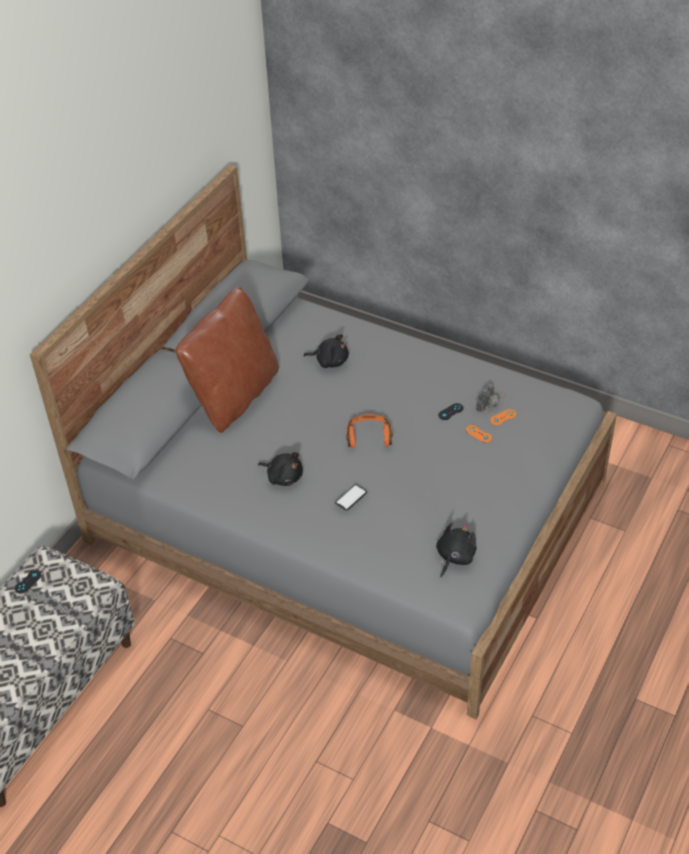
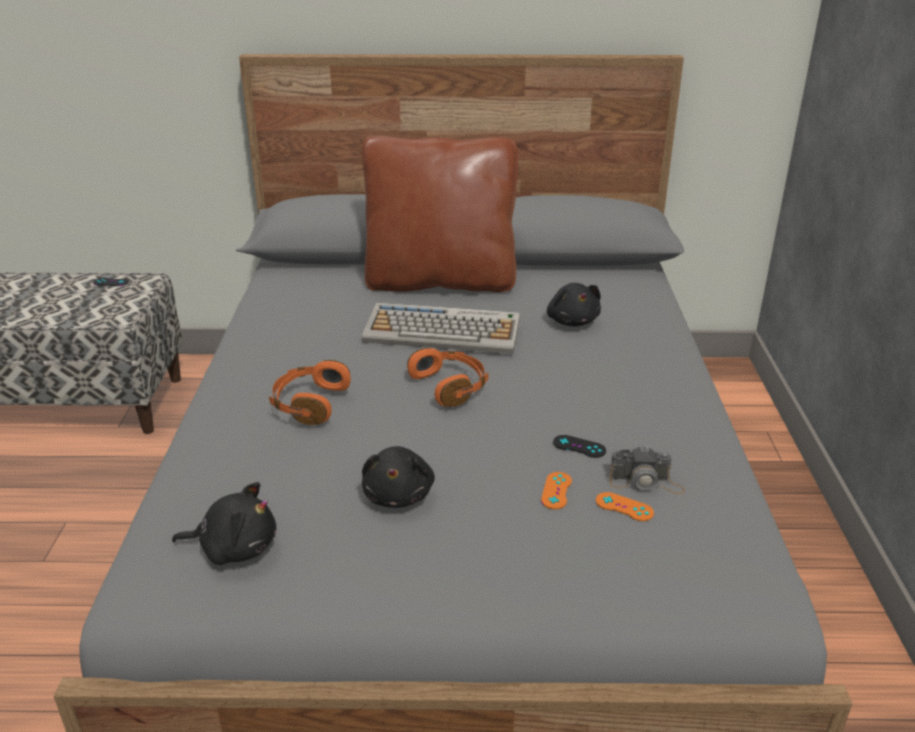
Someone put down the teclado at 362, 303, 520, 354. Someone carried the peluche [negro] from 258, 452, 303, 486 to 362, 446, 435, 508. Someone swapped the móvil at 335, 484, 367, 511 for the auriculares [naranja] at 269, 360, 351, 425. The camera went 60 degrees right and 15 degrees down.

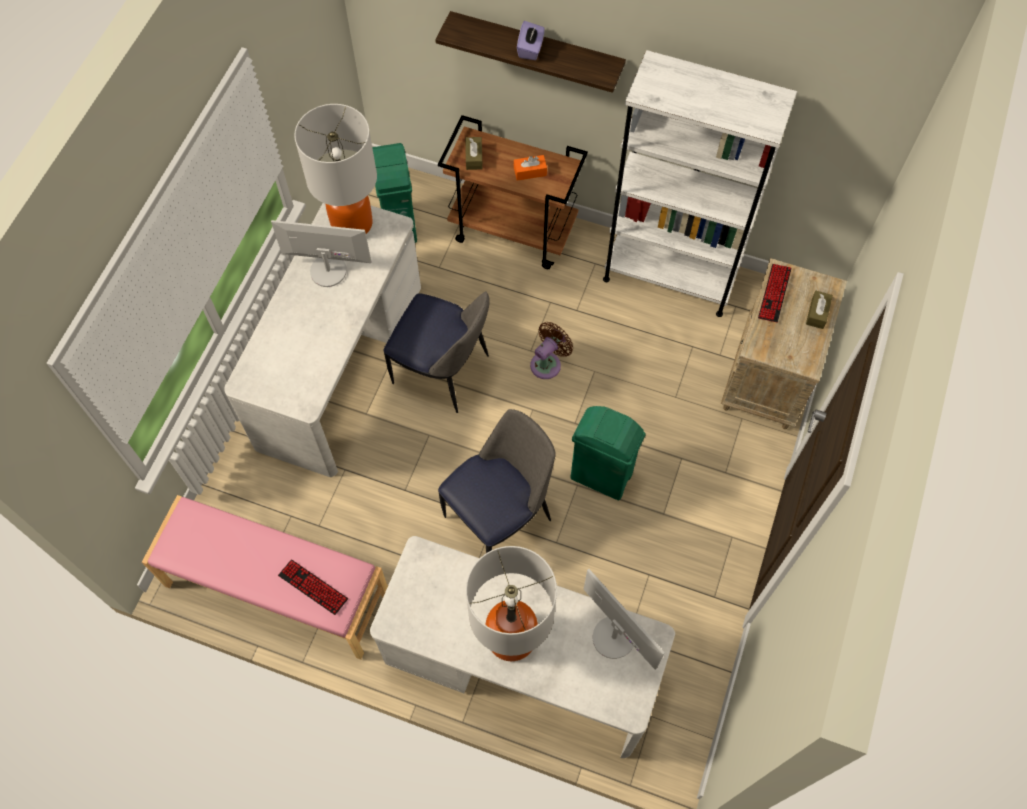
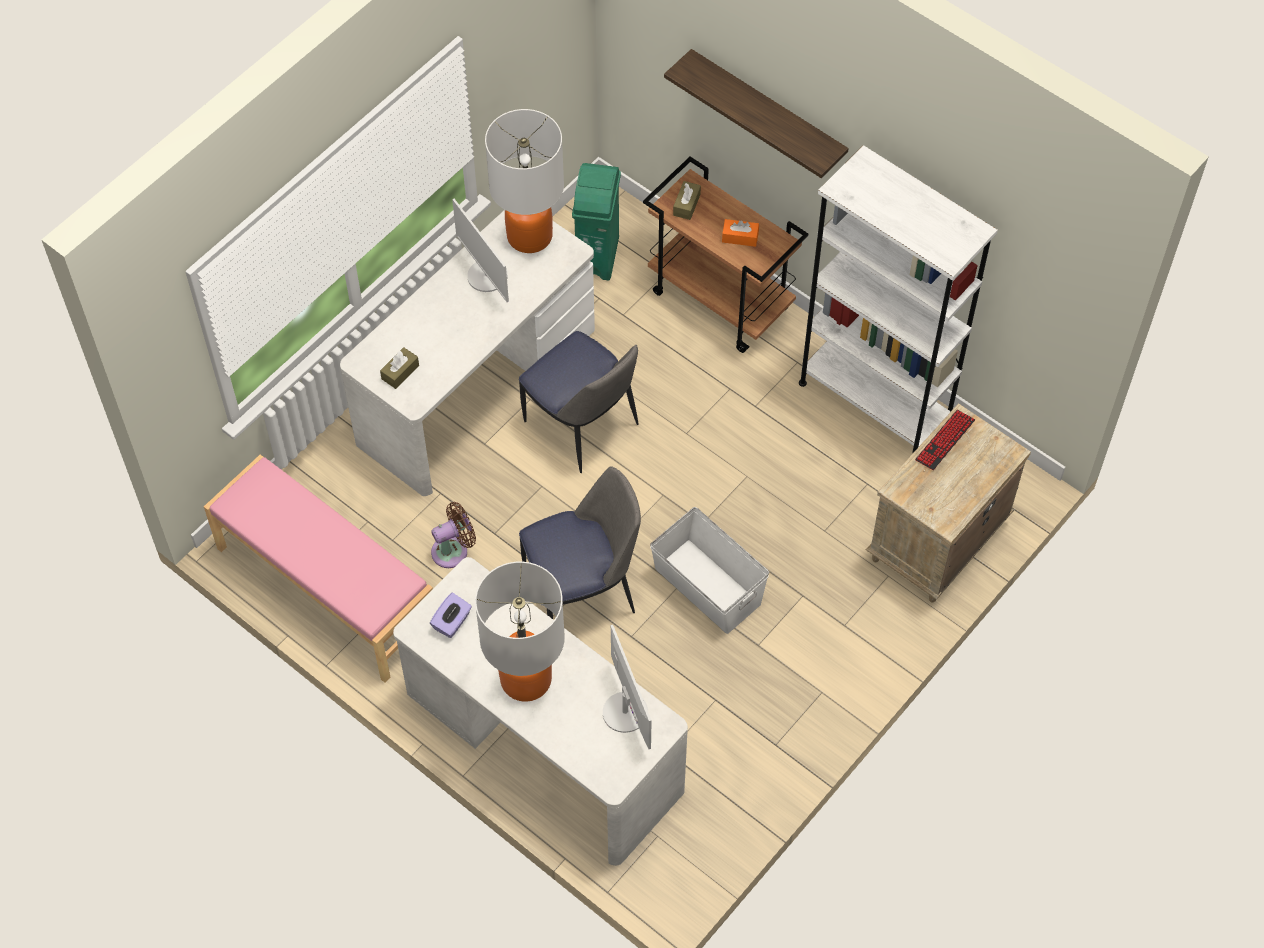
Someone took away the teclado at 278, 560, 348, 615. Someone carried the caja de pañuelos [morado] from 517, 21, 545, 60 to 430, 592, 472, 638. Someone carried the ventilador [marrón] from 530, 322, 573, 379 to 431, 502, 476, 568. Someone carried the caja de pañuelos [marrón] from 806, 291, 833, 329 to 380, 347, 419, 389. Someone swapped the papelera [verde] at 571, 406, 646, 500 for the caja de almacenaje [blanco] at 650, 507, 769, 634. Someone rotated the monitor at 271, 220, 371, 287 by 150 degrees counterclockwise. The camera went 20 degrees right and 5 degrees down.

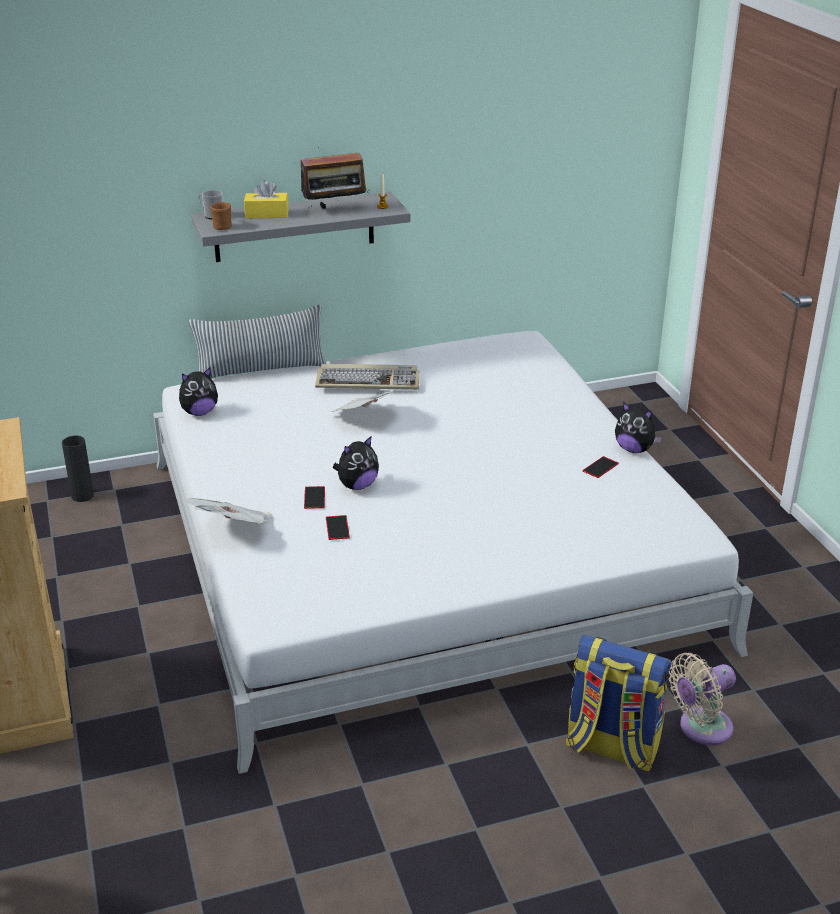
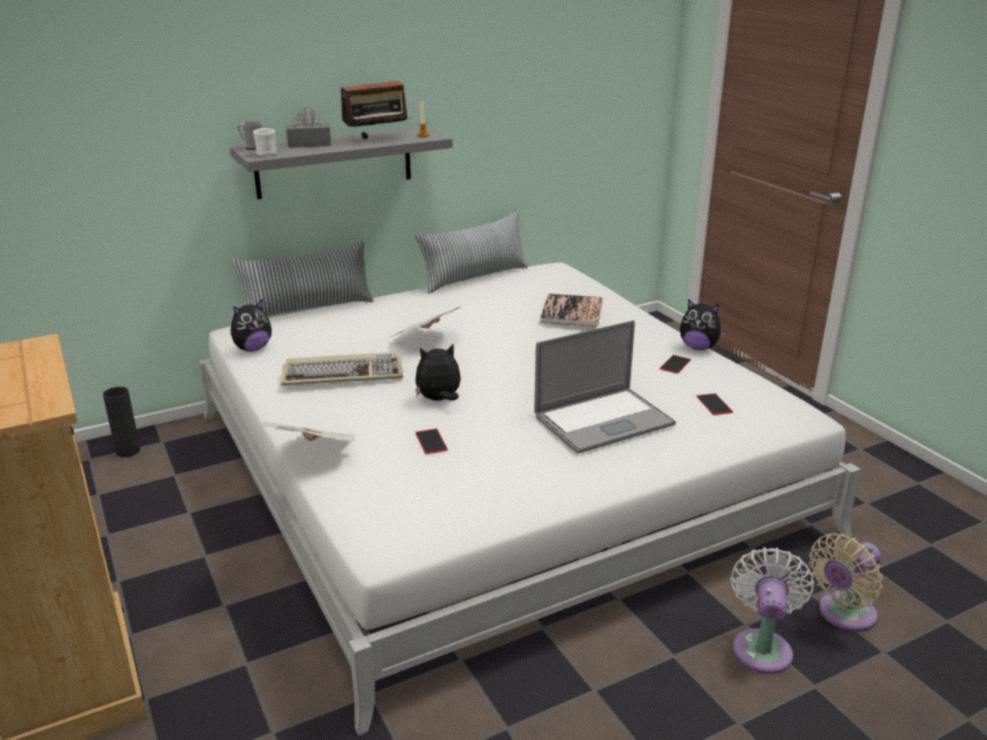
Someone put down the cojín at 416, 212, 528, 293. Someone put down the portátil at 534, 320, 676, 454. Someone put down the libro at 540, 294, 603, 327. Someone carried the móvil from 304, 486, 325, 509 to 697, 393, 733, 415. Someone carried the teclado from 315, 364, 420, 390 to 281, 352, 403, 386. Someone swapped the mochila at 566, 635, 672, 772 for the ventilador [blanco] at 730, 547, 814, 674. Someone repainted the taza grande [marrón] at 210, 202, 232, 230, which became the taza grande [blanco] at 253, 128, 276, 156. Someone repainted the caja de pañuelos [amarillo] at 244, 180, 289, 218, which became the caja de pañuelos [gris] at 286, 108, 331, 148. Someone rotated the peluche at 333, 435, 379, 490 by 150 degrees counterclockwise. The camera went 10 degrees left and 5 degrees down.

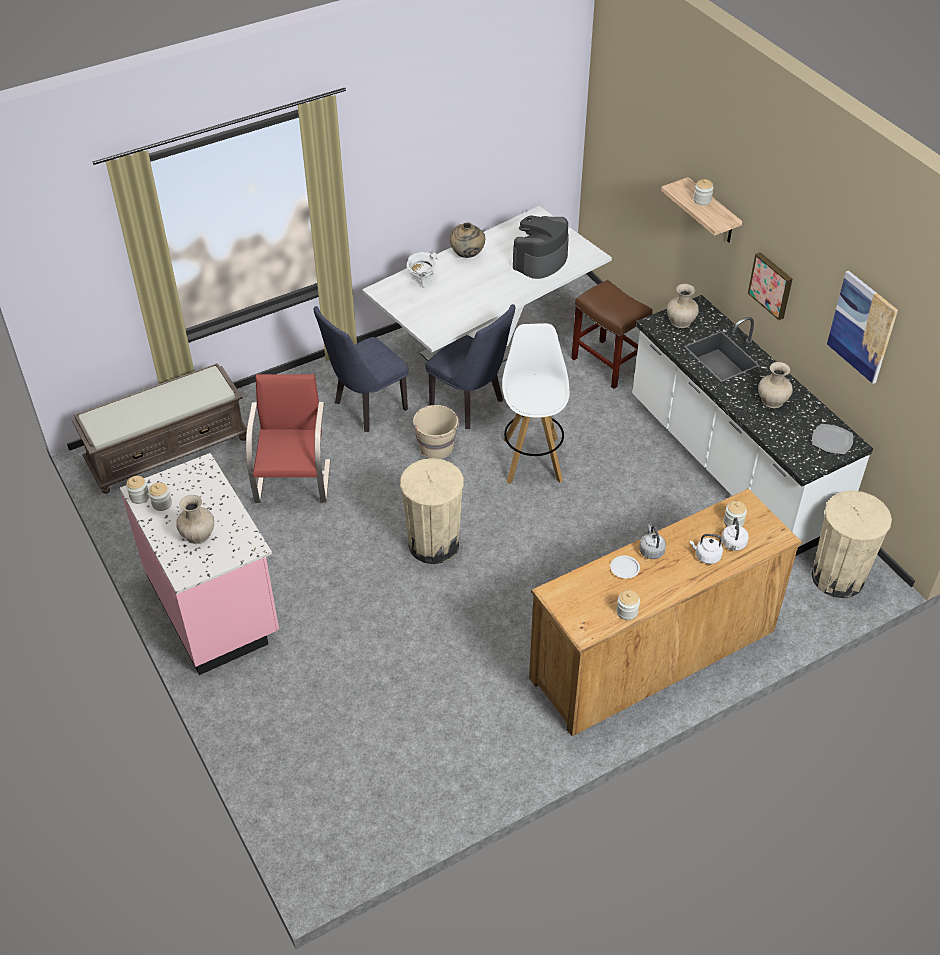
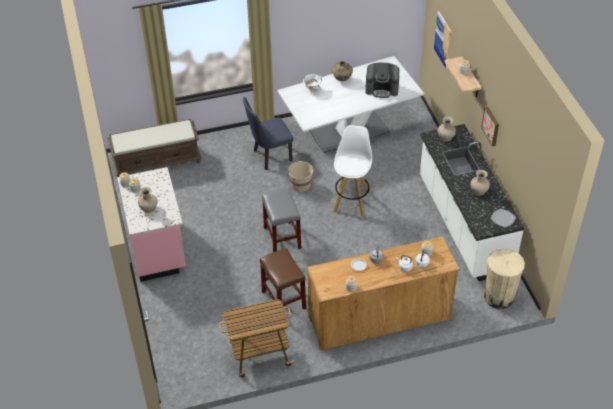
Someone took away the silla [rojo] at 246, 374, 331, 503. Someone took away the silla [azul] at 425, 304, 515, 429. Someone put down the carrito at 219, 299, 294, 378. Someone carried the taburete [marrón] from 571, 280, 653, 389 to 260, 248, 306, 310. Someone carried the cuadro from 827, 271, 898, 384 to 434, 11, 452, 69. Someone swapped the papelera [beis] at 400, 458, 464, 564 for the taburete [gris] at 262, 188, 301, 252. Someone rotated the cafetera at 513, 215, 569, 279 by 135 degrees counterclockwise. The camera went 15 degrees right and 0 degrees up.

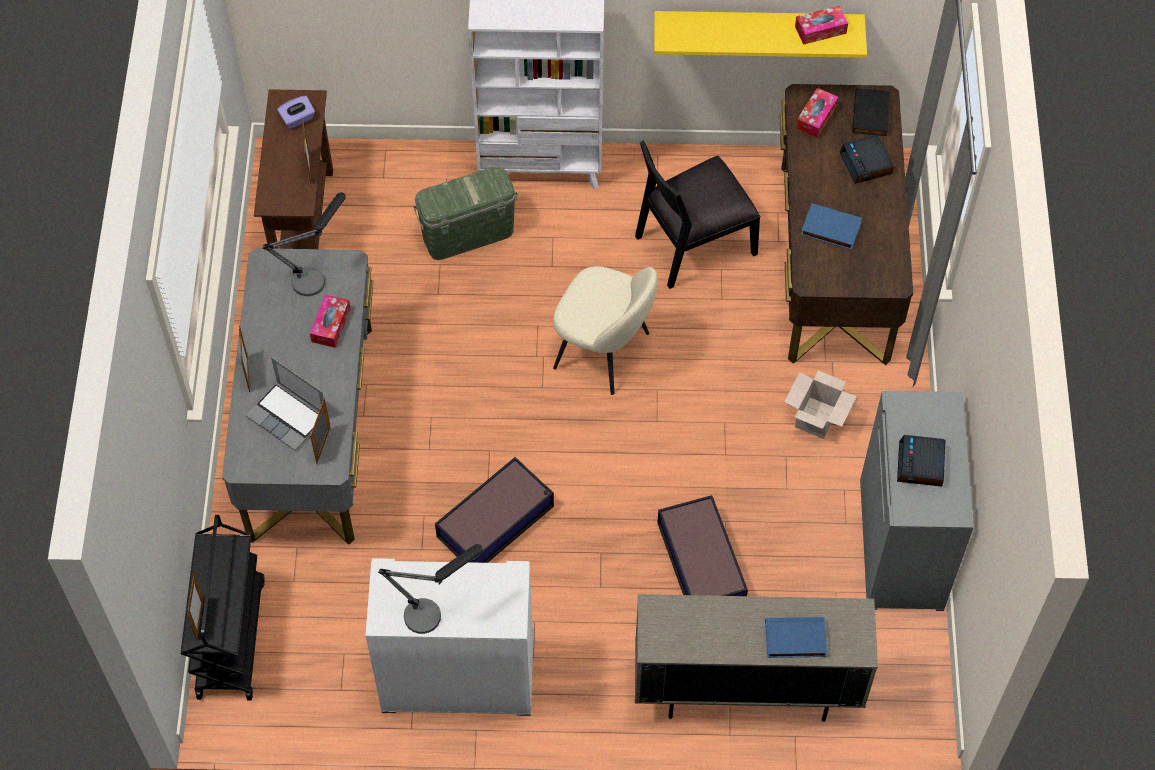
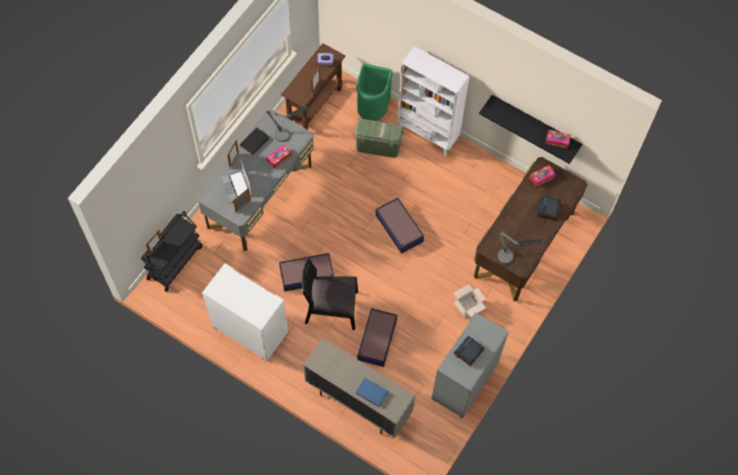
Someone took away the libro [azul] at 801, 203, 862, 250. Someone put down the papelera [verde] at 356, 64, 393, 121. Someone carried the lámpara de mesa from 378, 544, 483, 634 to 497, 229, 542, 264. Someone carried the silla [negro] from 635, 140, 760, 289 to 302, 257, 358, 330. Someone carried the libro [negro] from 852, 88, 890, 136 to 240, 128, 269, 155. Someone swapped the silla [beis] at 553, 266, 658, 395 for the caja de almacenaje at 376, 198, 424, 254. Someone repainted the estante [amarillo] at 654, 11, 867, 58, which became the estante [negro] at 479, 95, 582, 164. The camera went 30 degrees right and 5 degrees up.

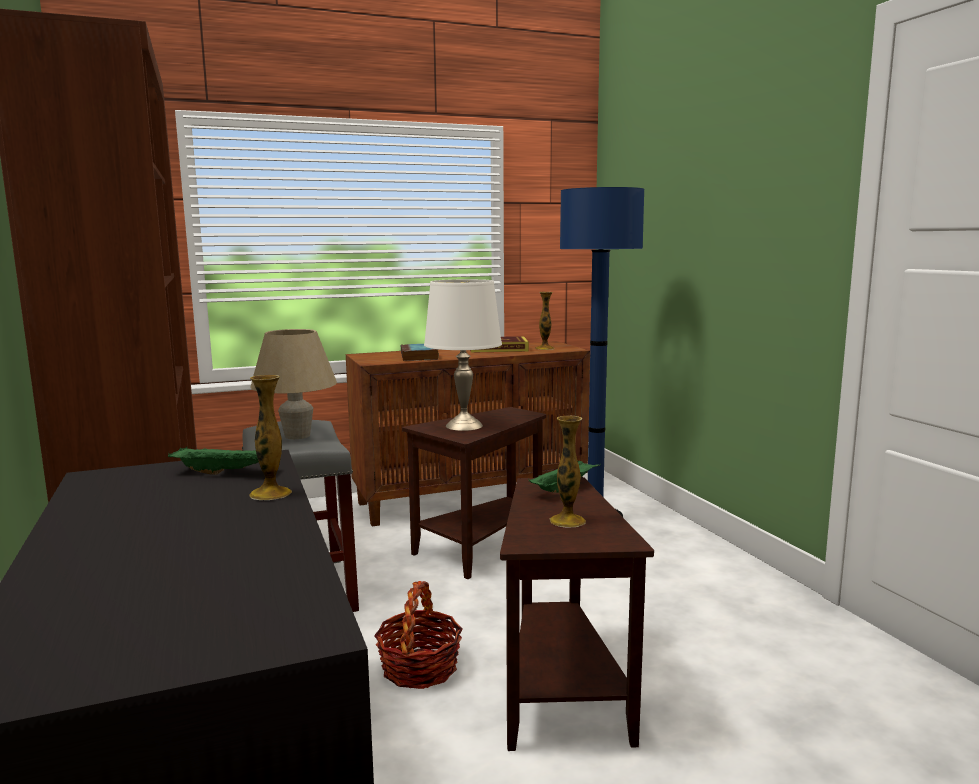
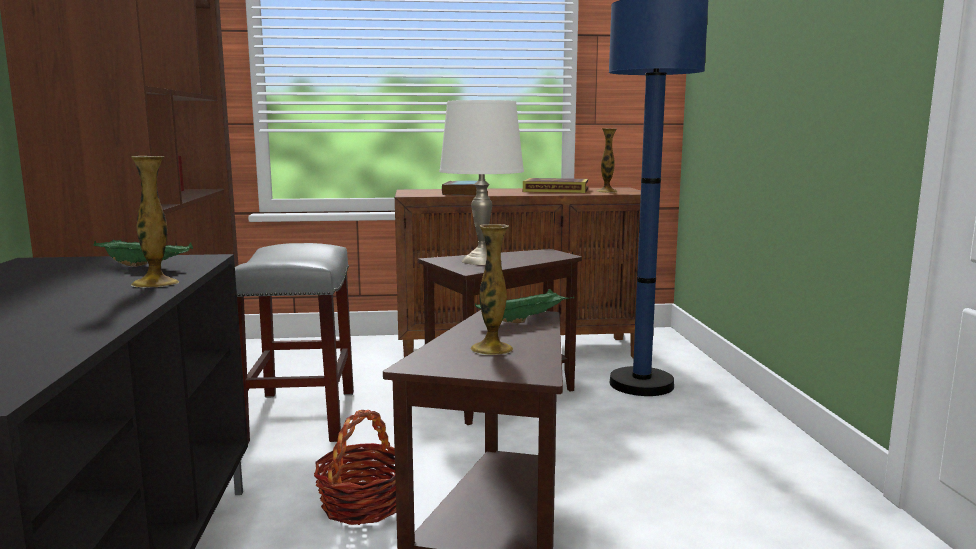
Someone took away the lámpara de mesa [beis] at 250, 329, 337, 439. The camera went 15 degrees right and 0 degrees up.

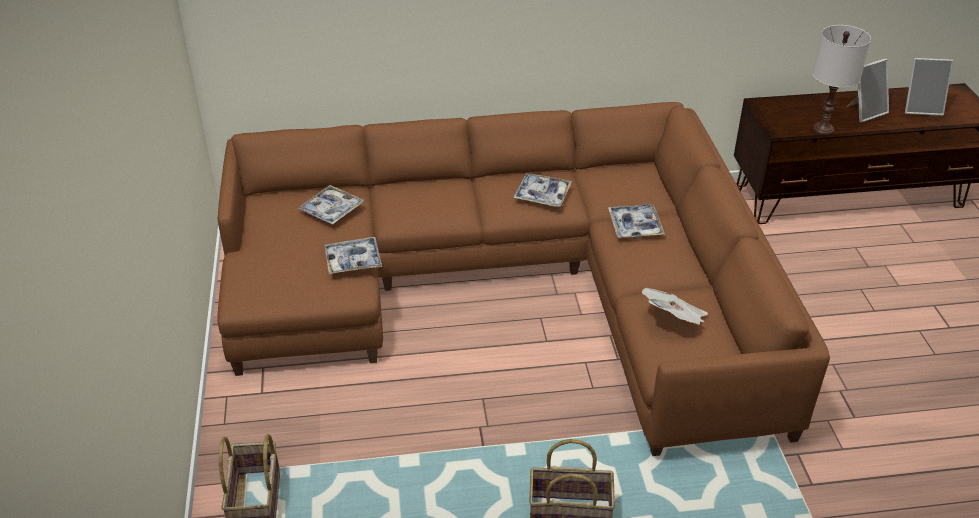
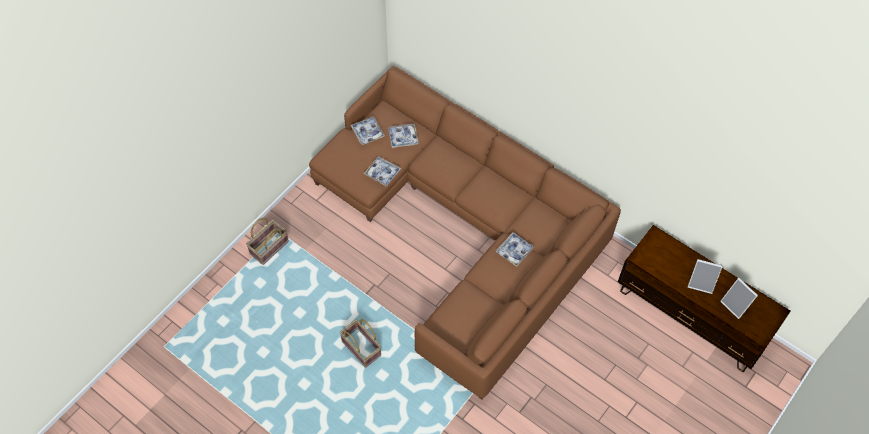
Someone took away the periódico at 642, 288, 708, 325. Someone took away the lámpara de mesa [blanco] at 813, 25, 871, 135. Someone carried the bandeja from 513, 173, 572, 207 to 351, 116, 385, 145. The camera went 45 degrees right and 20 degrees up.

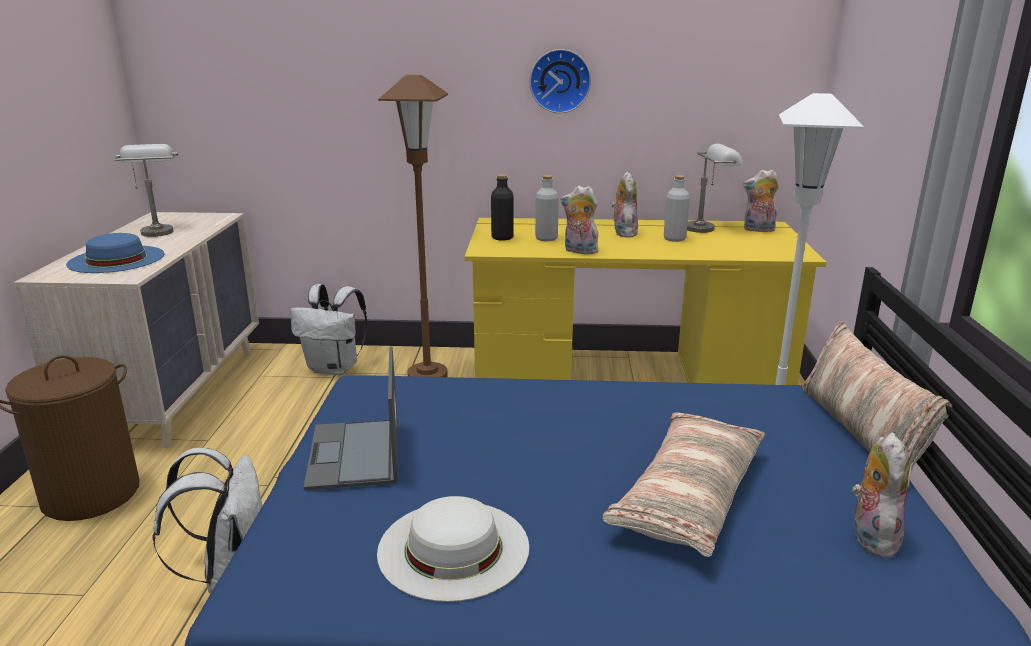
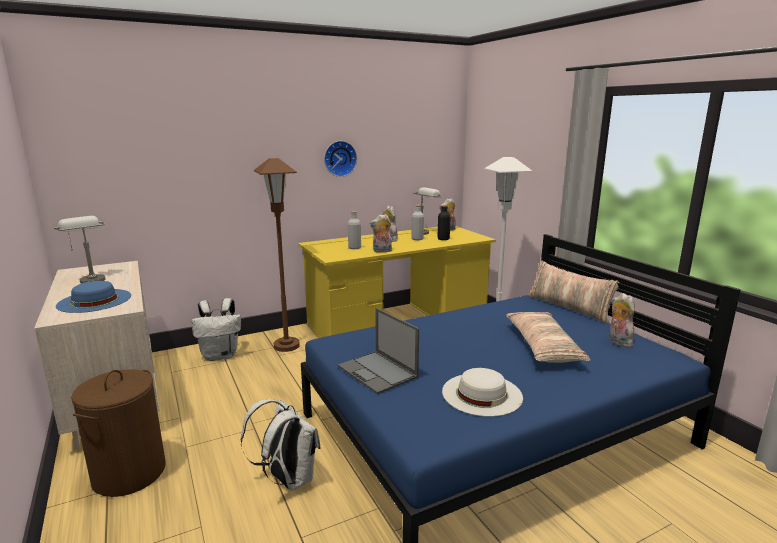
Someone carried the botella [negro] from 491, 174, 514, 241 to 438, 205, 451, 240. The camera went 30 degrees left and 5 degrees down.

